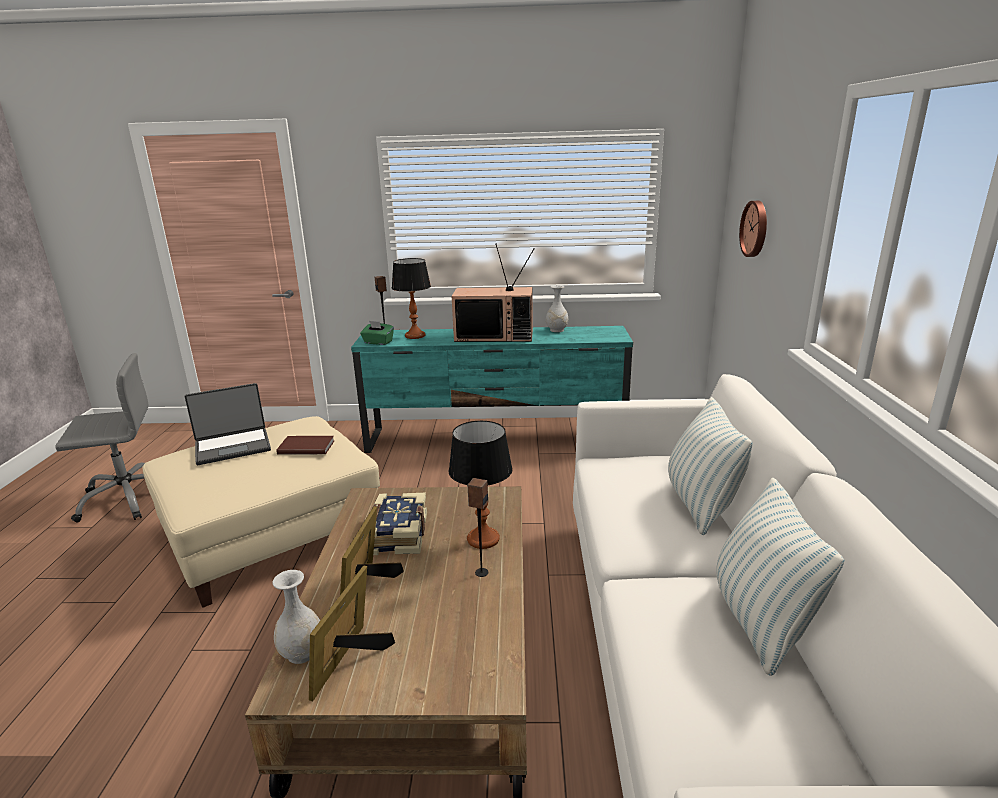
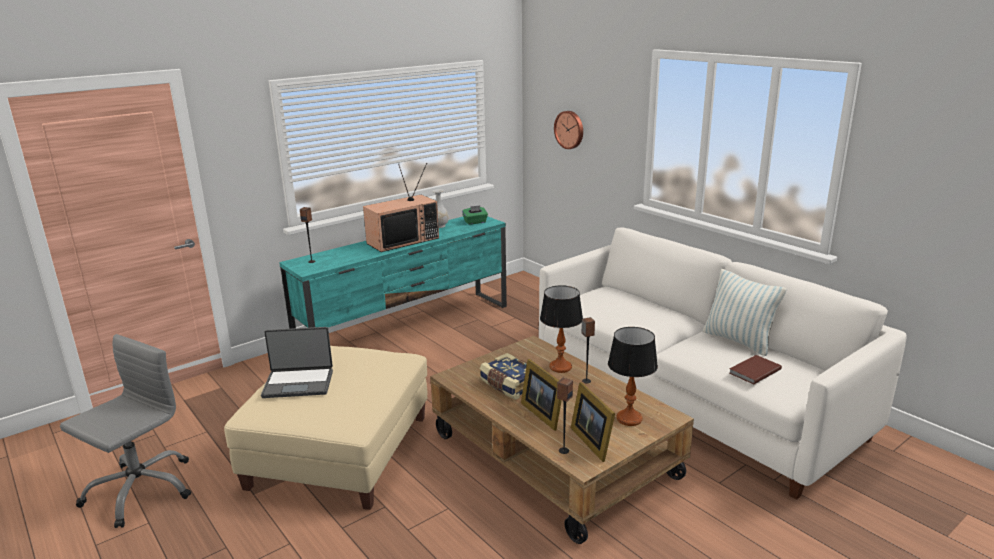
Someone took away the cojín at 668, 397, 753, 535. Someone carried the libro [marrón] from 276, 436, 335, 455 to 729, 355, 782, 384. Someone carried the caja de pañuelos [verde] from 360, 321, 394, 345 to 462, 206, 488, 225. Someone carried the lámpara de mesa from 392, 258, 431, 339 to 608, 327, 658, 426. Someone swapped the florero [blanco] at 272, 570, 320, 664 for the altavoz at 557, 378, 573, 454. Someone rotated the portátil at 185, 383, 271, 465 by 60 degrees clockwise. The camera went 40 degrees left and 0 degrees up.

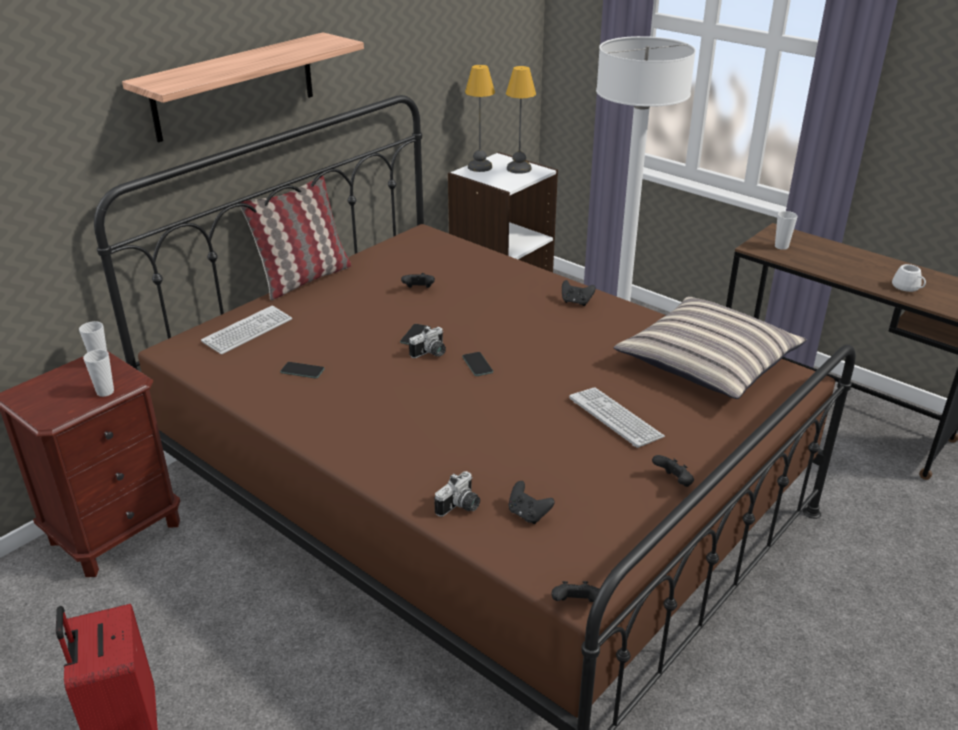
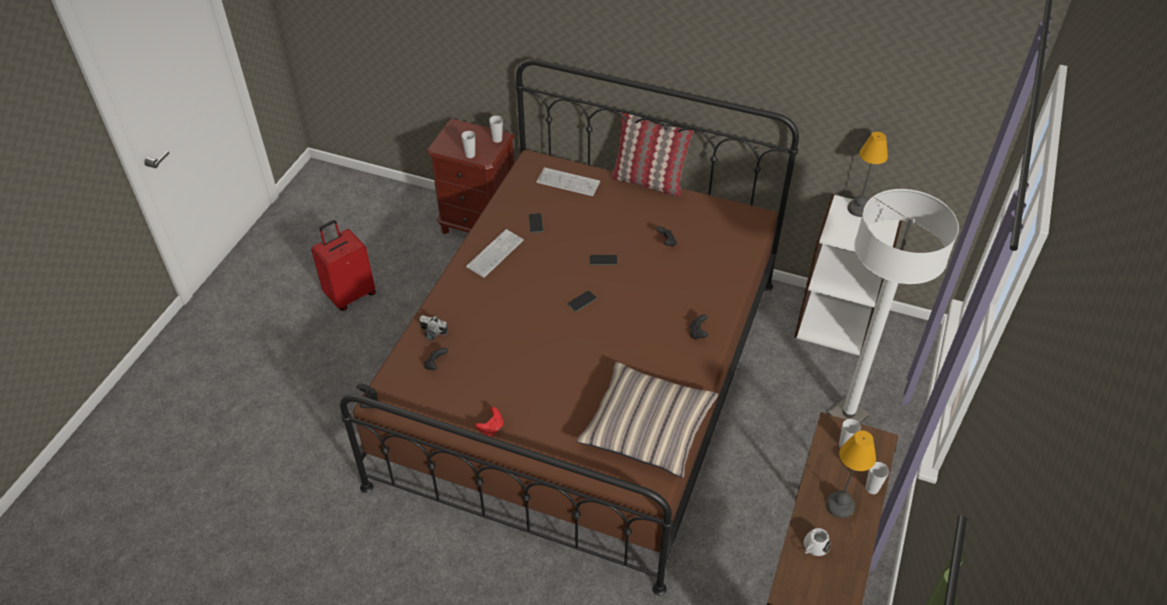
Someone took away the estante at 122, 32, 364, 142. Someone took away the cámara at 409, 326, 446, 358. Someone put down the taza at 866, 462, 889, 494. Someone carried the lámpara de mesa from 506, 66, 536, 174 to 826, 431, 876, 518. Someone carried the teclado from 569, 387, 665, 448 to 466, 229, 524, 278. Someone repainted the mando de consola [negro] at 652, 455, 694, 487, which became the mando de consola [rojo] at 475, 407, 503, 436. The camera went 70 degrees right and 15 degrees up.

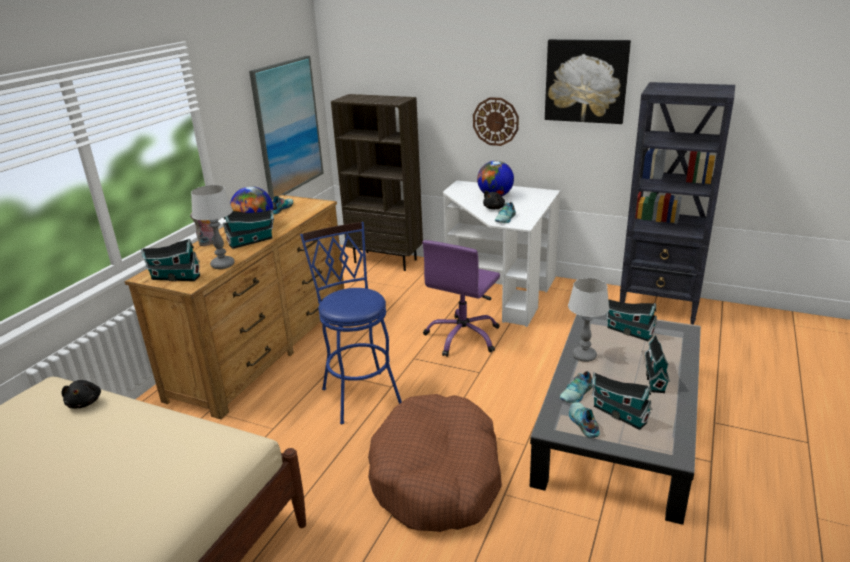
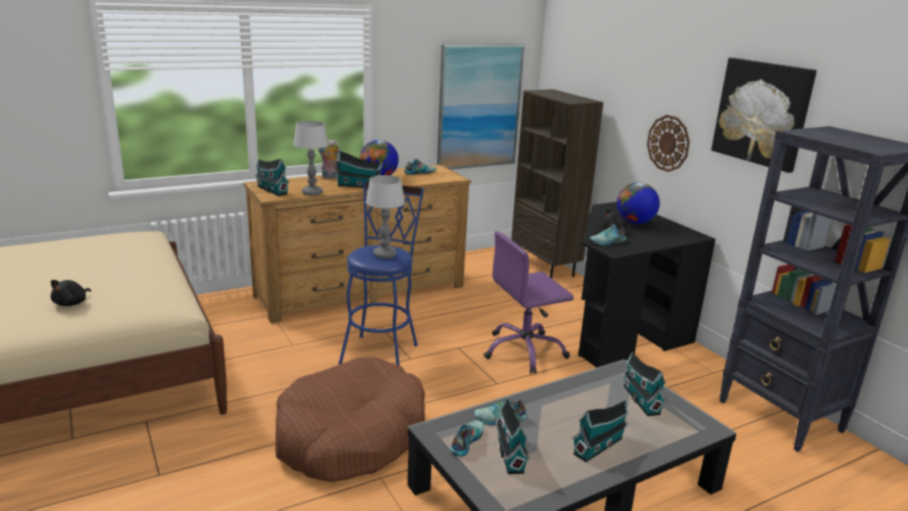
Someone carried the peluche [negro] from 62, 380, 101, 408 to 51, 280, 91, 306. Someone carried the lámpara de mesa from 568, 278, 609, 362 to 366, 175, 405, 259. Someone repainted the escritorio [blanco] at 443, 180, 560, 327, which became the escritorio [negro] at 578, 202, 716, 368. The camera went 35 degrees right and 5 degrees down.

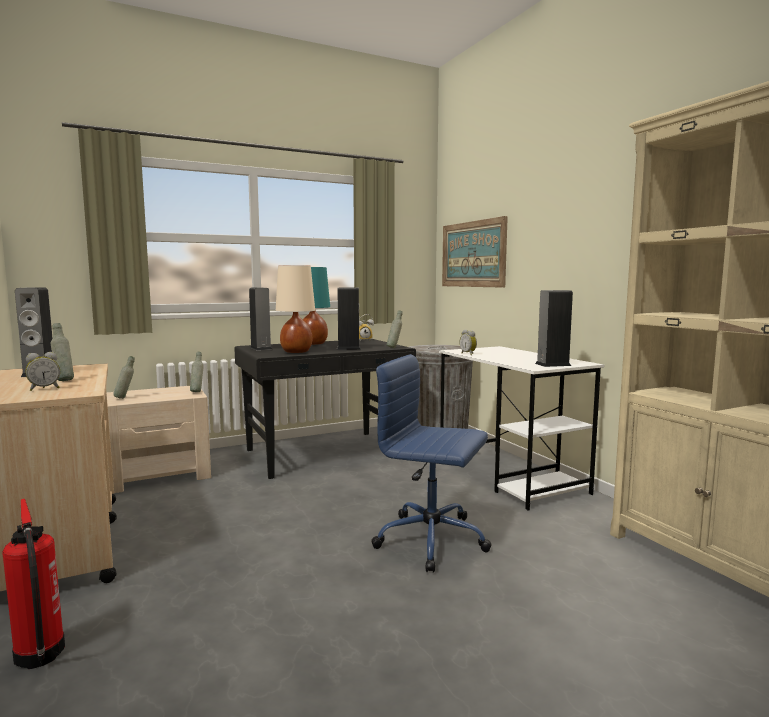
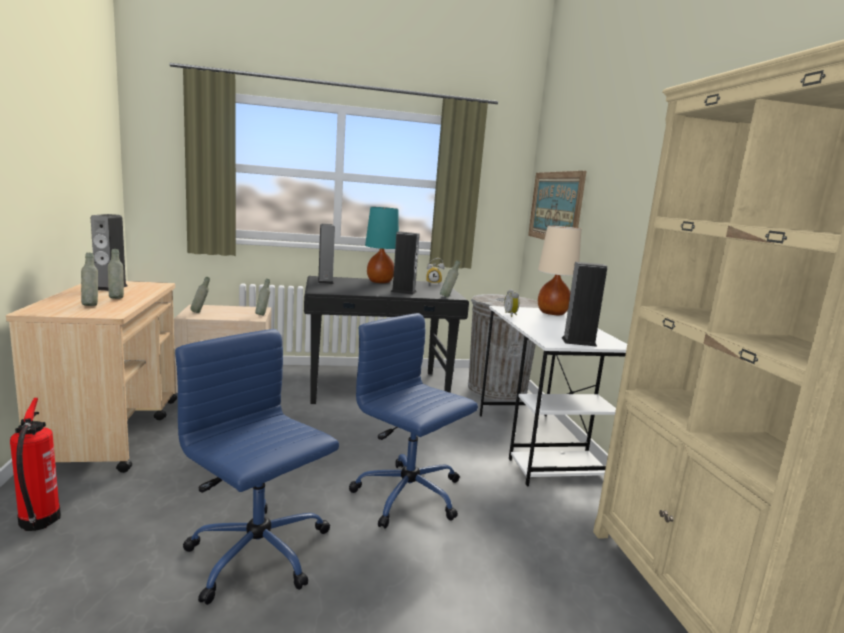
Someone put down the silla de oficina [azul] at 175, 329, 339, 605. Someone carried the lámpara de mesa [beis] from 276, 265, 315, 353 to 538, 225, 581, 315. Someone swapped the despertador at 25, 352, 60, 391 for the botella [gris] at 81, 253, 98, 306. The camera went 15 degrees right and 5 degrees up.

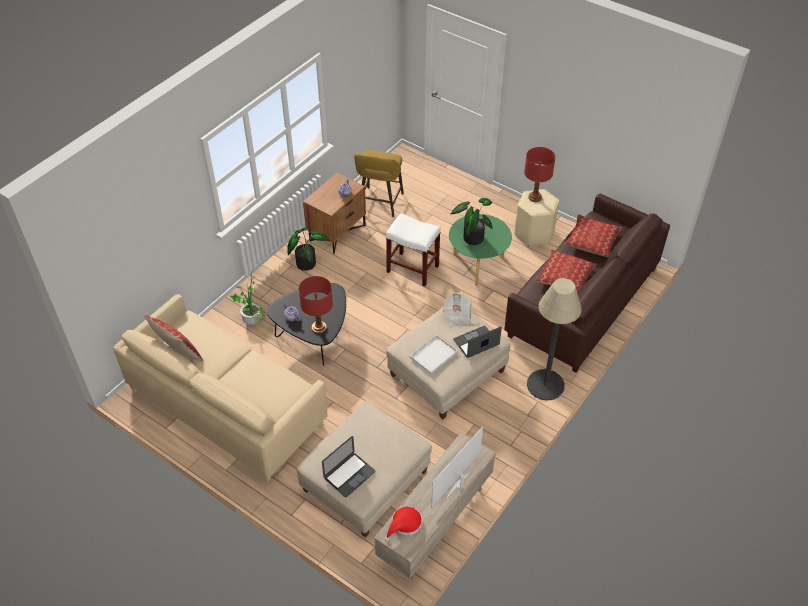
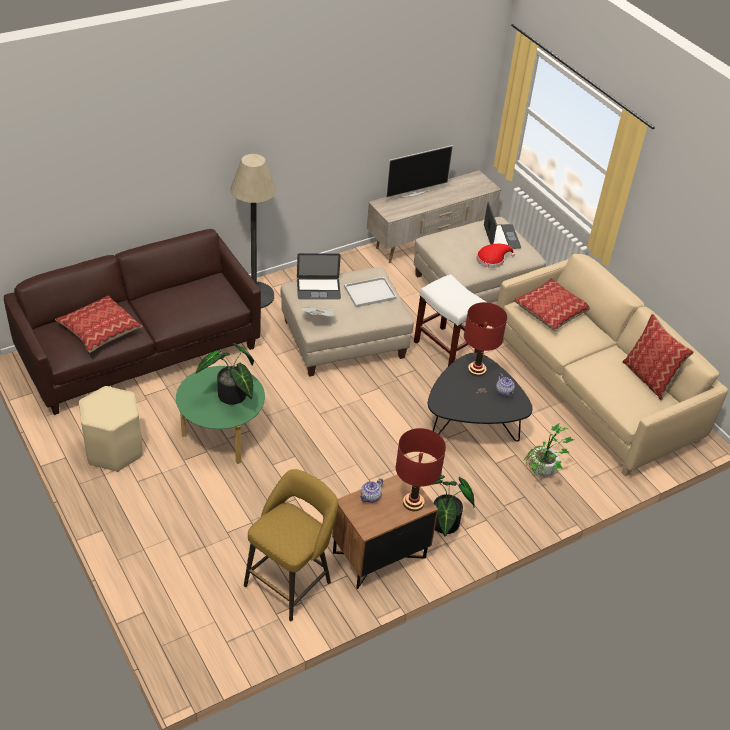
Someone carried the sombrero [rojo] from 385, 506, 422, 541 to 477, 244, 515, 268. Someone carried the taburete [blanco] from 386, 213, 441, 287 to 414, 274, 486, 366. Someone carried the lámpara de mesa [rojo] from 524, 147, 556, 202 to 396, 428, 446, 511. Someone carried the cojín from 534, 250, 597, 291 to 512, 278, 590, 331. Someone rotated the portátil at 322, 436, 376, 497 by 105 degrees clockwise. The camera went 160 degrees left and 5 degrees down.

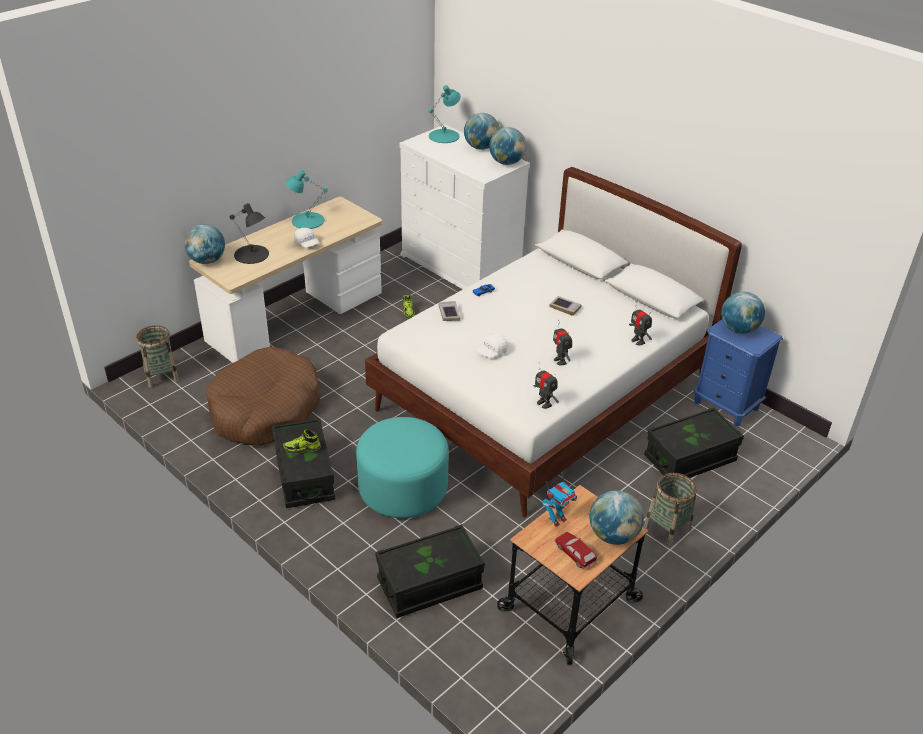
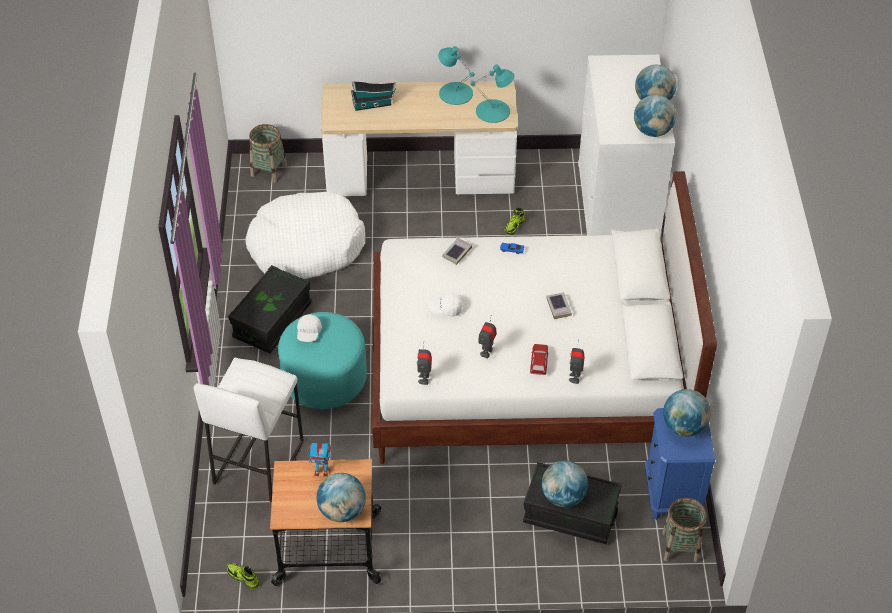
Someone carried the globo terráqueo from 184, 224, 225, 264 to 542, 460, 588, 507. Someone carried the zapato from 283, 429, 321, 454 to 227, 563, 259, 589. Someone carried the gorra [blanco] from 294, 228, 319, 248 to 297, 314, 322, 342. Someone carried the lámpara de mesa [turquesa] from 429, 85, 461, 143 to 471, 65, 514, 123. Someone carried the coche de juguete from 554, 532, 598, 568 to 530, 344, 548, 375. Someone carried the cesta from 644, 473, 696, 546 to 662, 498, 707, 563. Someone swapped the lámpara de mesa [negro] at 229, 203, 269, 264 for the casita at 351, 81, 396, 111. Someone swapped the caja de almacenaje [negro] at 375, 524, 485, 618 for the taburete [blanco] at 194, 358, 304, 502. Someone repainted the cama para perro [marrón] at 206, 347, 321, 446, which became the cama para perro [blanco] at 246, 192, 365, 279. The camera went 45 degrees right and 10 degrees up.

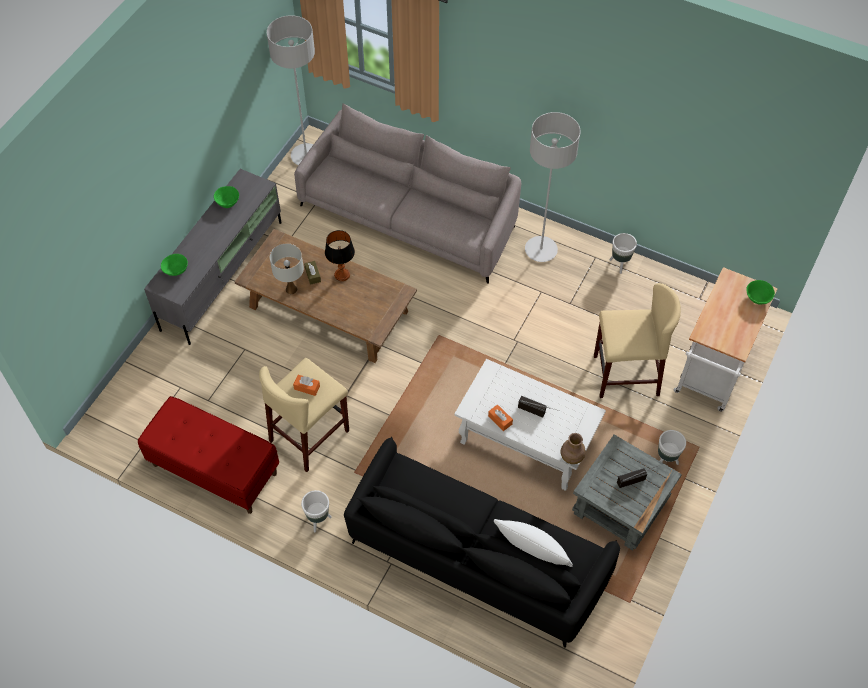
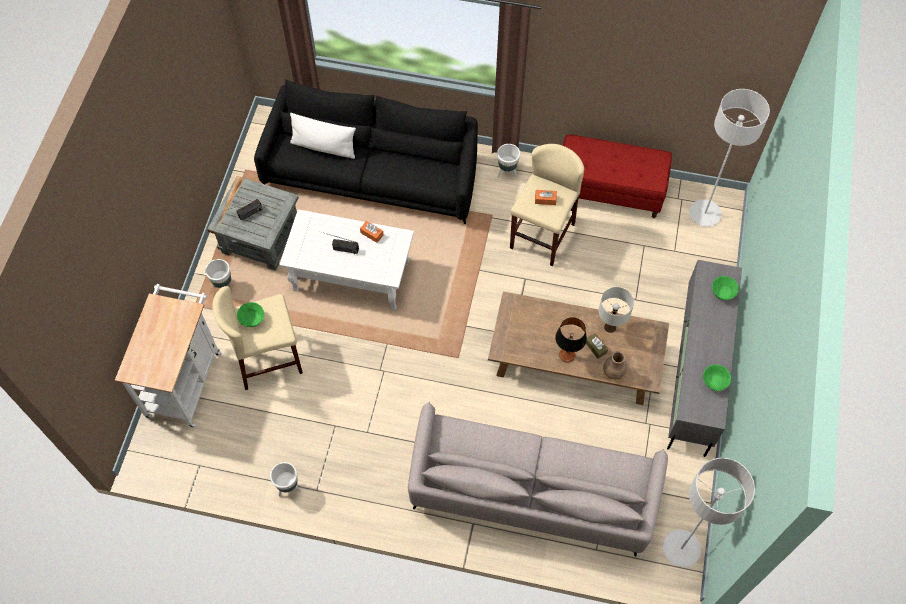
Someone carried the lámpara de pie [gris] from 525, 112, 581, 262 to 689, 89, 770, 227. Someone carried the florero [marrón] from 560, 433, 586, 464 to 603, 351, 627, 379. Someone carried the cuenco [verde] from 746, 280, 775, 305 to 237, 302, 264, 327. The camera went 165 degrees right and 5 degrees up.

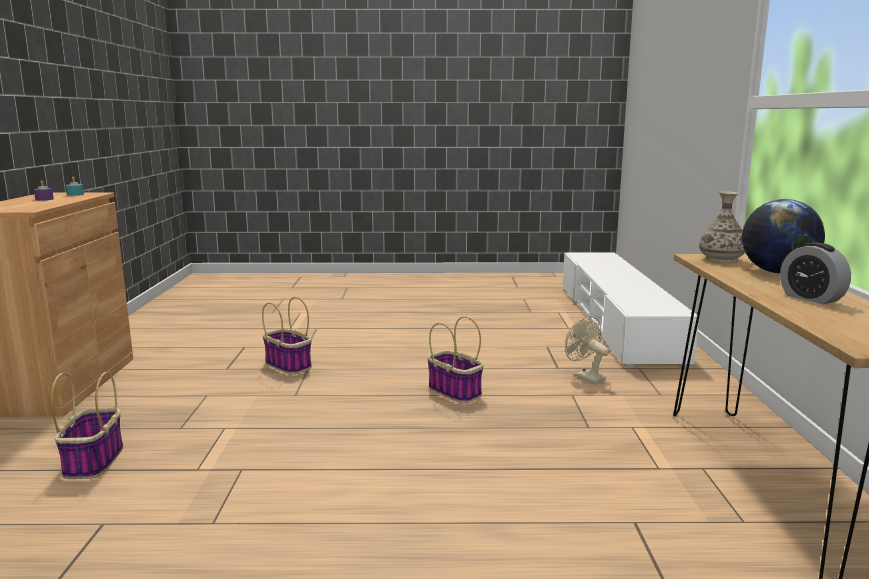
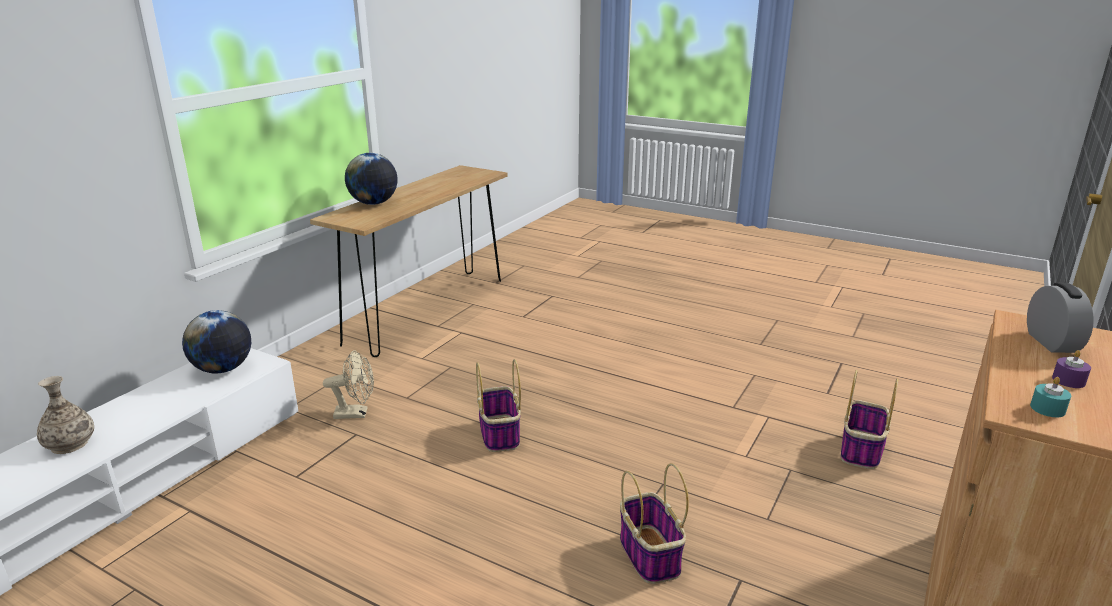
Someone put down the globo terráqueo at 182, 310, 251, 373. Someone carried the florero from 699, 191, 745, 263 to 37, 376, 94, 454. Someone carried the despertador from 780, 242, 851, 304 to 1027, 283, 1094, 353. Someone rotated the ventilador [beis] at 565, 317, 609, 384 by 90 degrees counterclockwise. The camera went 150 degrees left and 10 degrees up.

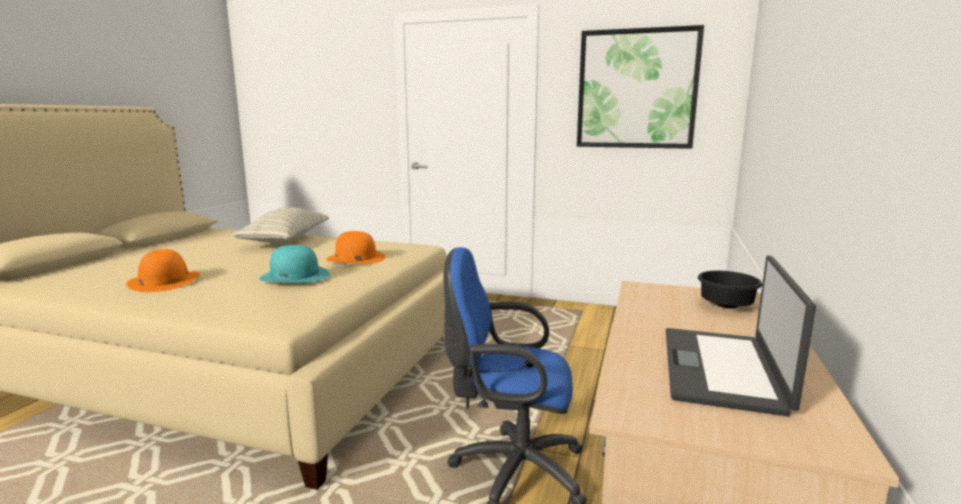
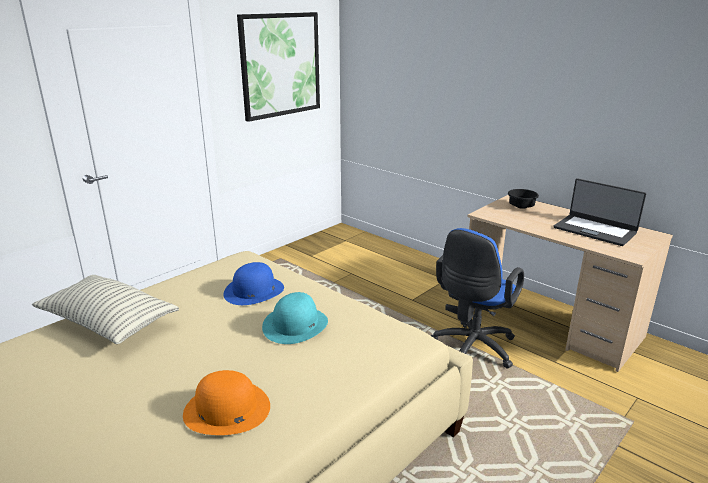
Someone repainted the sombrero [naranja] at 326, 231, 386, 264, which became the sombrero [azul] at 224, 262, 284, 305. The camera went 65 degrees left and 10 degrees up.

